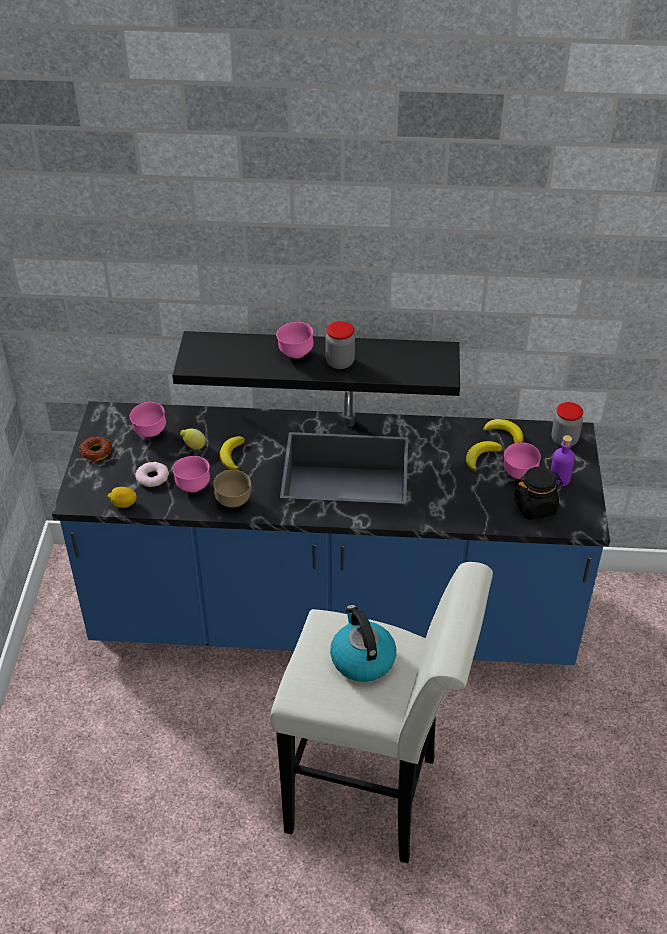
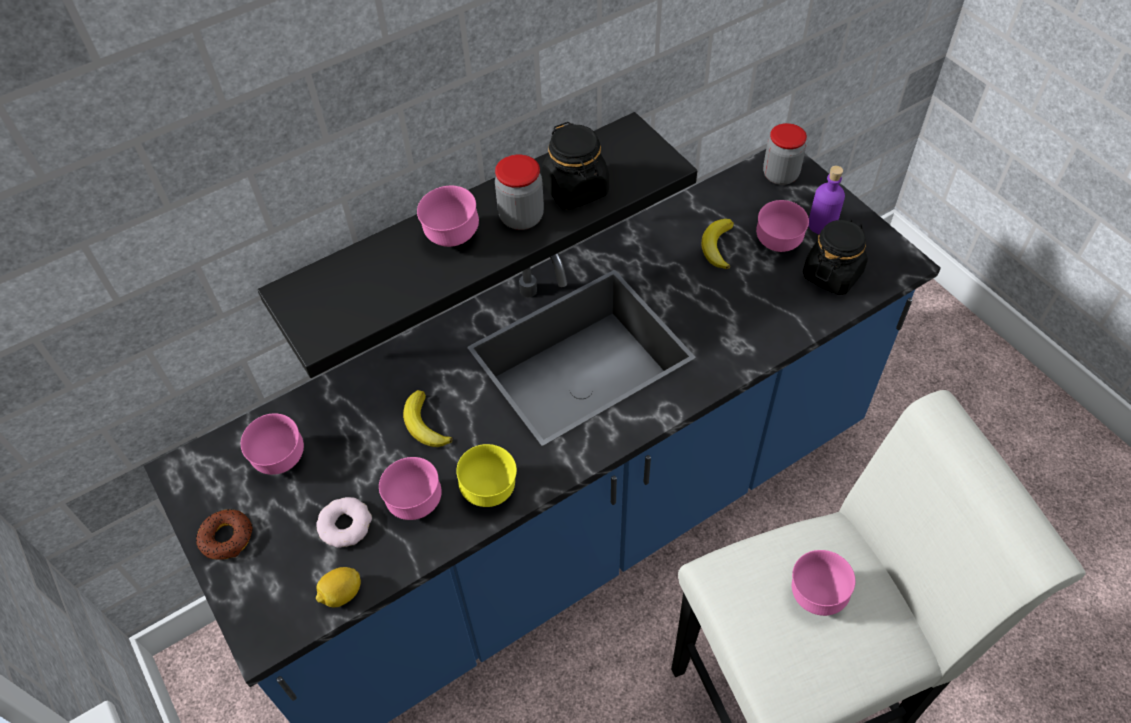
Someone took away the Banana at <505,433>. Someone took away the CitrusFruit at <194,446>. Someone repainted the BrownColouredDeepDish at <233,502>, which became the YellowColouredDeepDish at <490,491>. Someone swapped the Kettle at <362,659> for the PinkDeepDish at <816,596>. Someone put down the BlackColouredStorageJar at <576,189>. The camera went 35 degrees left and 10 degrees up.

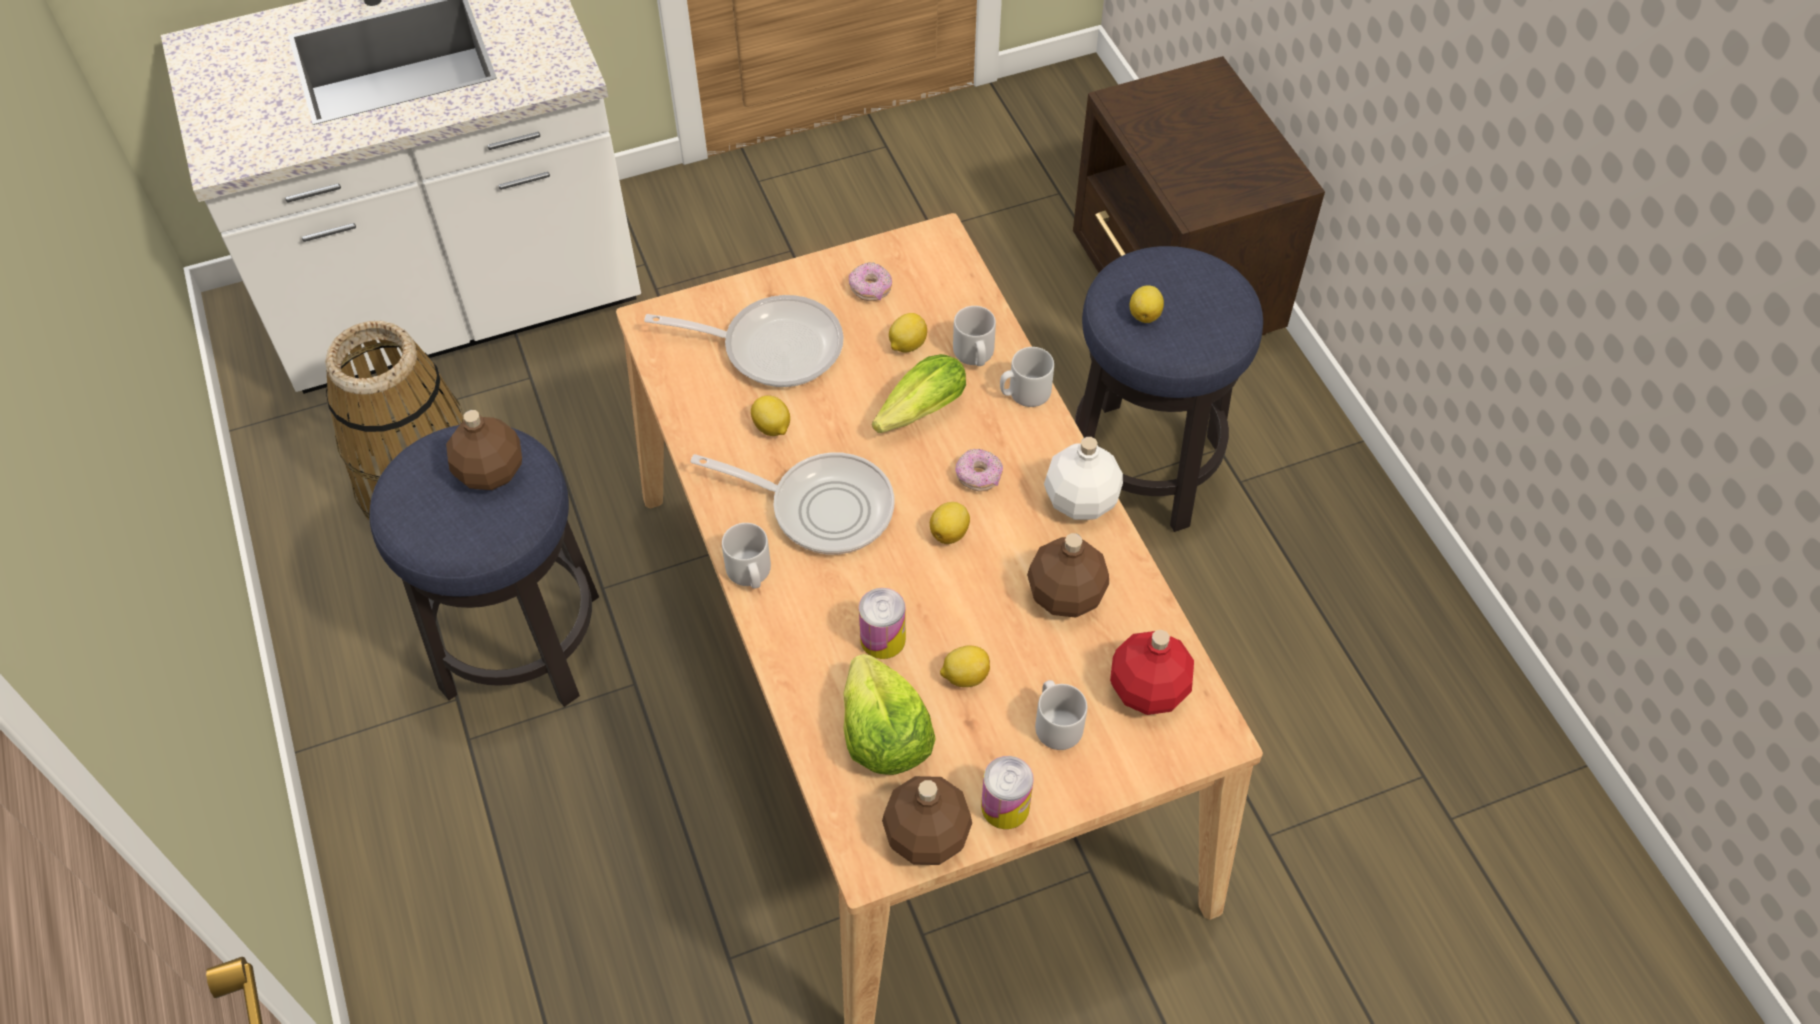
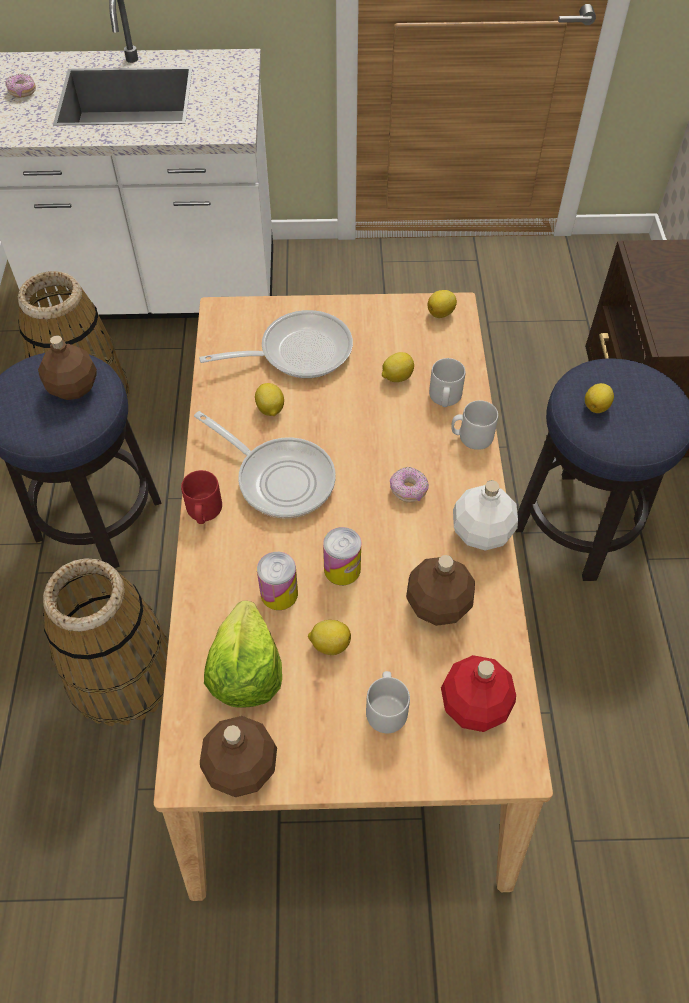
Someone carried the Donut from <870,289> to <22,92>. Someone rotated the Pan at <772,346> by 45 degrees counterclockwise. Someone took away the LettuceHead at <916,414>. Someone carried the CitrusFruit from <950,532> to <441,313>. Someone repainted the GrayCoffeeMug at <750,573>, which became the RedColouredCoffeeMug at <204,511>. Someone carried the Can from <1005,806> to <342,569>. Someone put down the Basket at <122,674>. The camera went 20 degrees right and 0 degrees up.

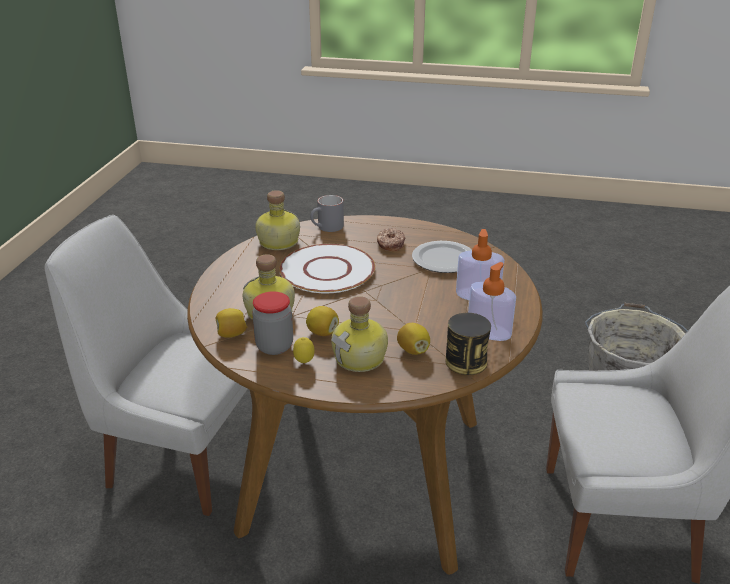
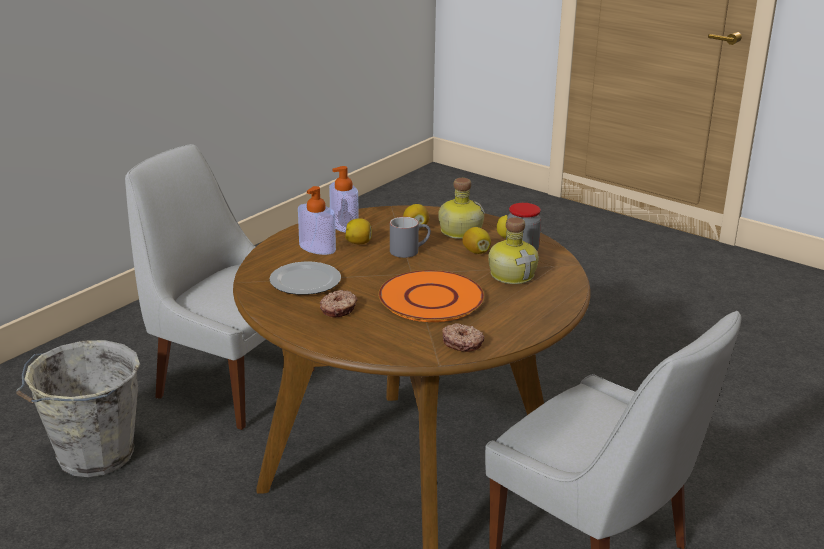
Someone swapped the DrinkBottle at <277,242> for the Donut at <462,343>. Someone carried the GrayCoffeeMug from <327,228> to <409,250>. Someone repainted the WhitishDinnerPlate at <327,271>, which became the OrangeyDinnerPlate at <431,298>. Someone carried the CitrusFruit from <231,334> to <359,243>. Someone took away the Can at <466,362>. The camera went 155 degrees left and 5 degrees down.

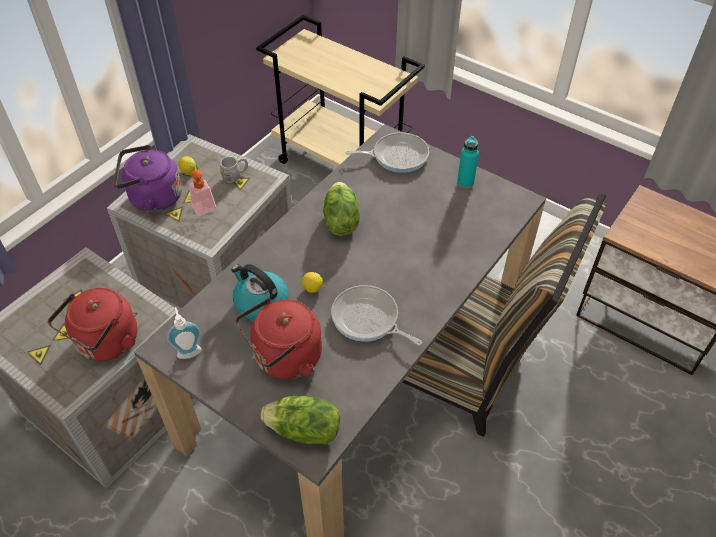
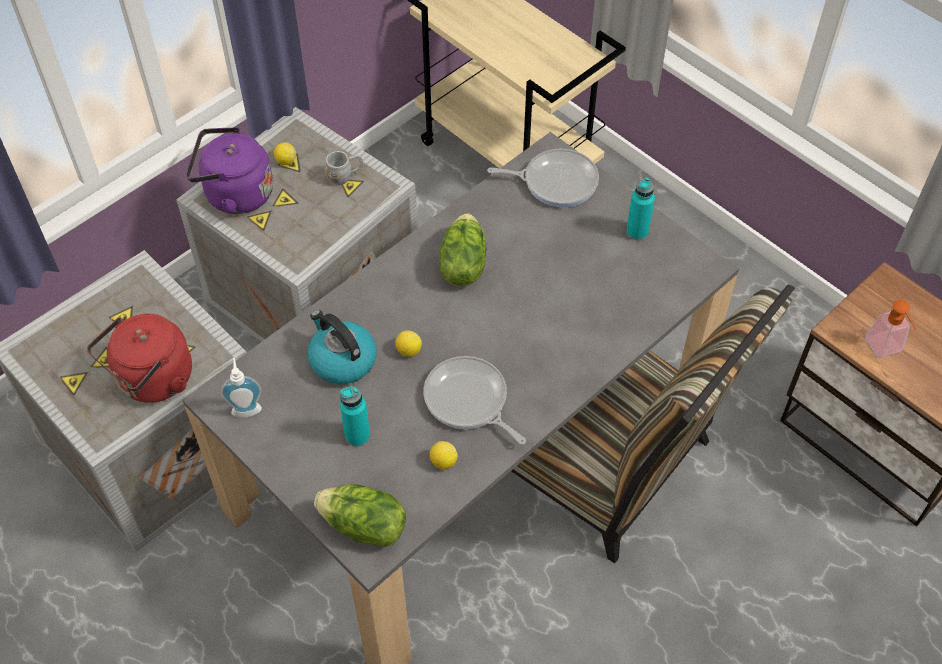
Someone carried the LiquidSoapBottle from <206,210> to <886,349>. Someone swapped the RedColouredKettle at <284,359> for the BlueGreenDrinkBottle at <357,436>. Someone put down the CitrusFruit at <443,461>. The camera went 10 degrees right and 5 degrees up.

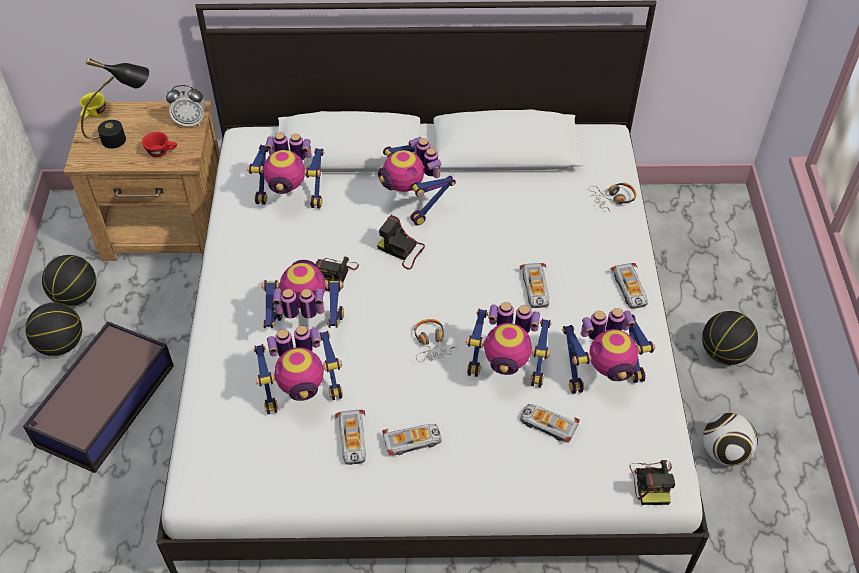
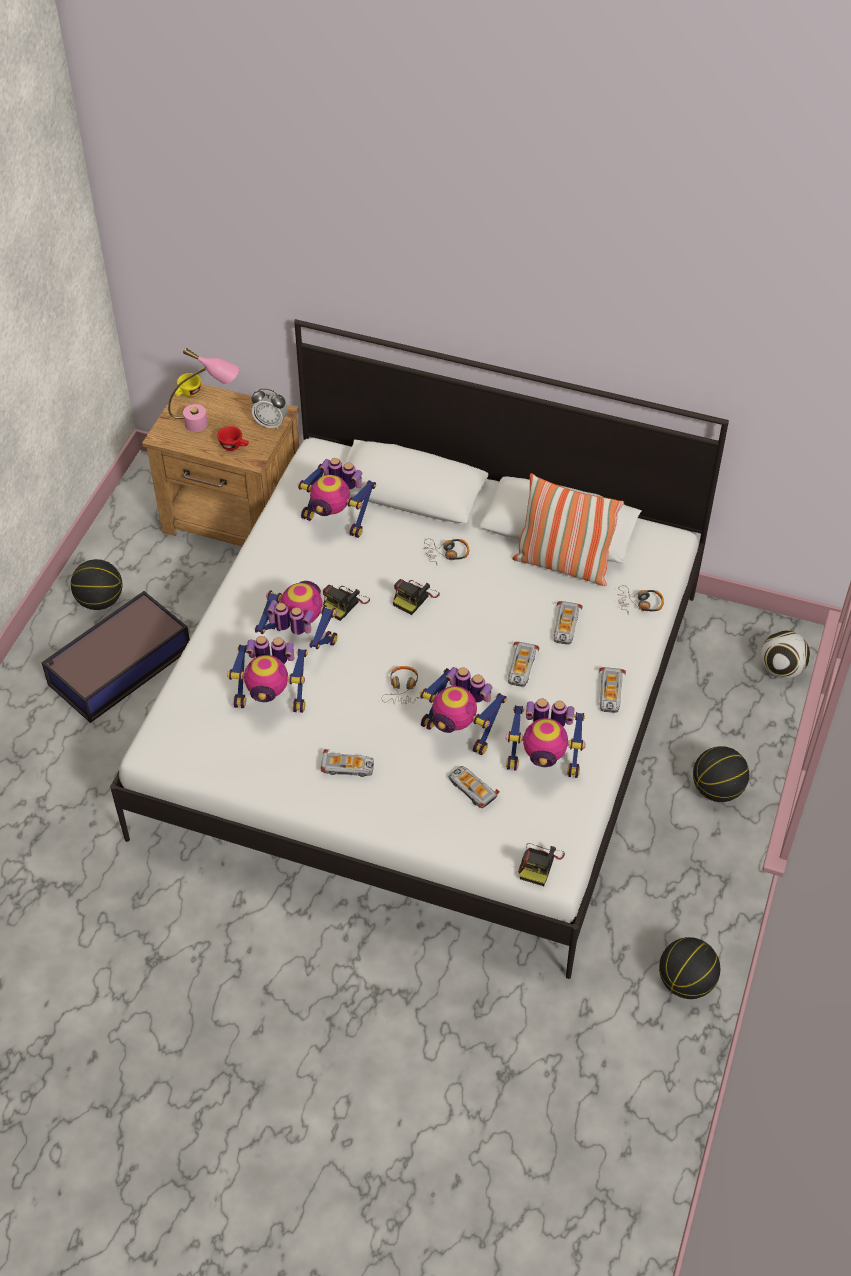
Someone repainted the BlackColouredTabletopLamp at <126,137>, which became the PinkTabletopLamp at <208,423>. Someone swapped the ToyRobot at <412,201> for the Headphones at <446,554>. Someone rotated the StillCamera at <401,250> by 105 degrees counterclockwise. Someone carried the BallForBasketball from <75,296> to <685,982>. Someone carried the ModelCar from <352,440> to <565,626>. Someone carried the Football from <724,453> to <781,669>. Someone put down the Pillow at <563,564>. The camera went 20 degrees right and 0 degrees up.

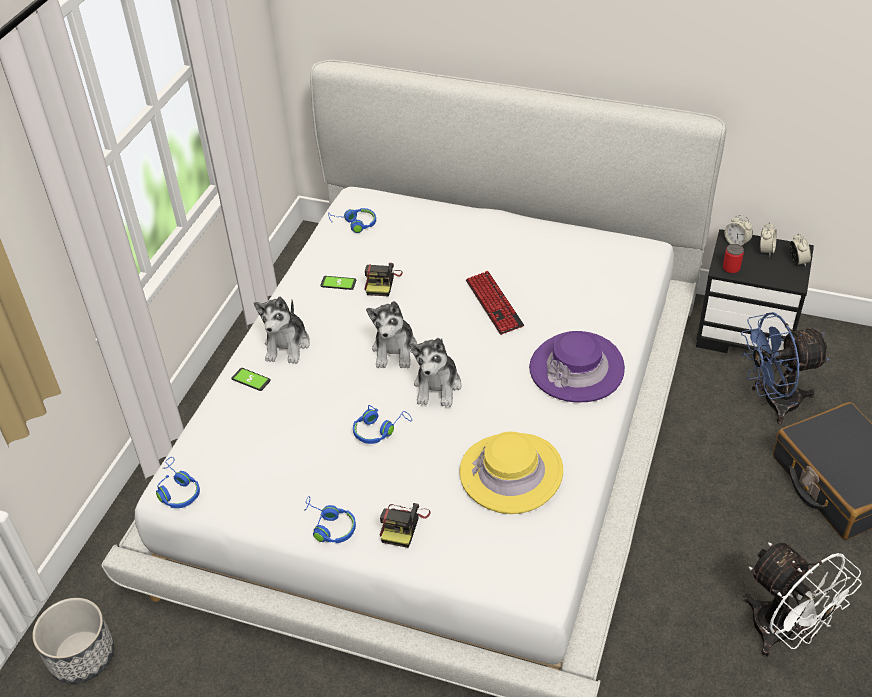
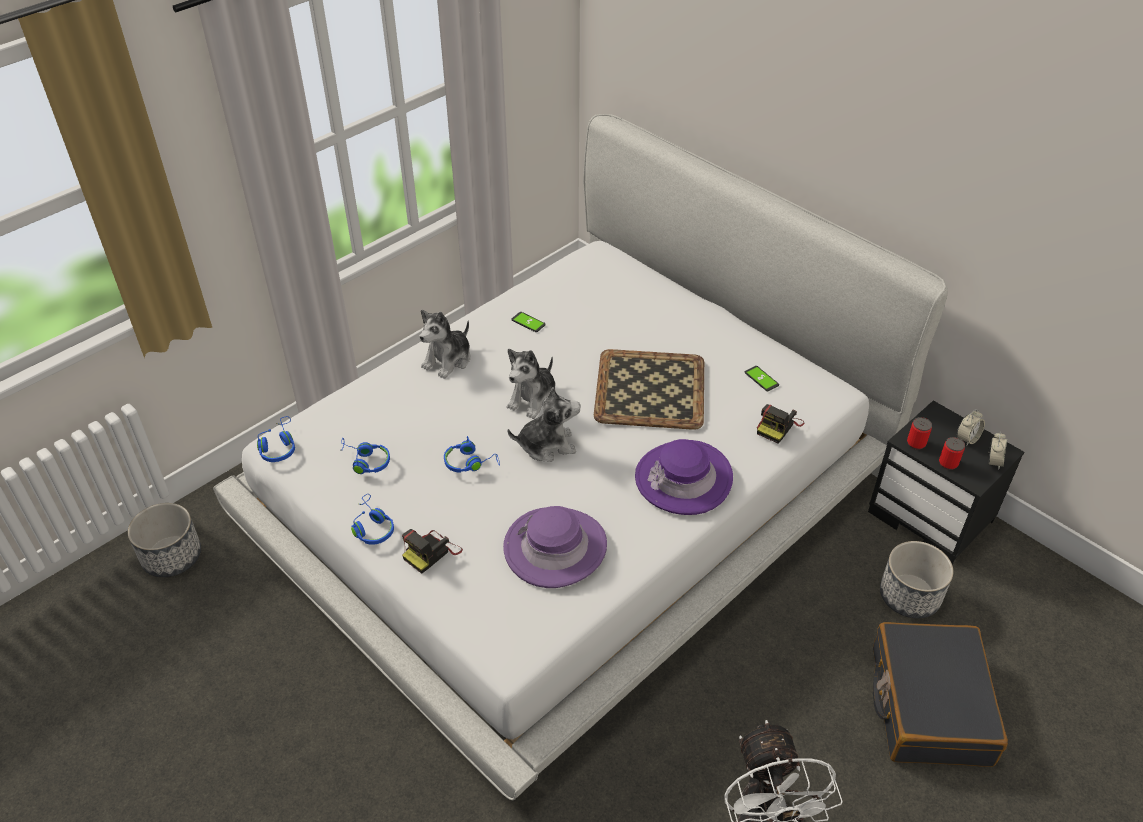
Someone carried the BluishHeadphones from <354,224> to <365,461>. Someone took away the BedsideClock at <736,243>. Someone carried the StillCamera from <382,282> to <778,426>. Someone swapped the Keyboard at <494,304> for the CarryingTray at <651,390>. Someone swapped the BluishCoolingFan at <772,402> for the FlowerPot at <910,596>. Someone rotated the CuddlyToy at <438,386> by 135 degrees counterclockwise. Someone carried the Phone from <251,380> to <761,379>. Someone repainted the YellowColouredHat at <511,473>, which became the PurpleColouredHat at <555,547>. Someone put down the Can at <948,463>. The camera went 25 degrees right and 0 degrees up.

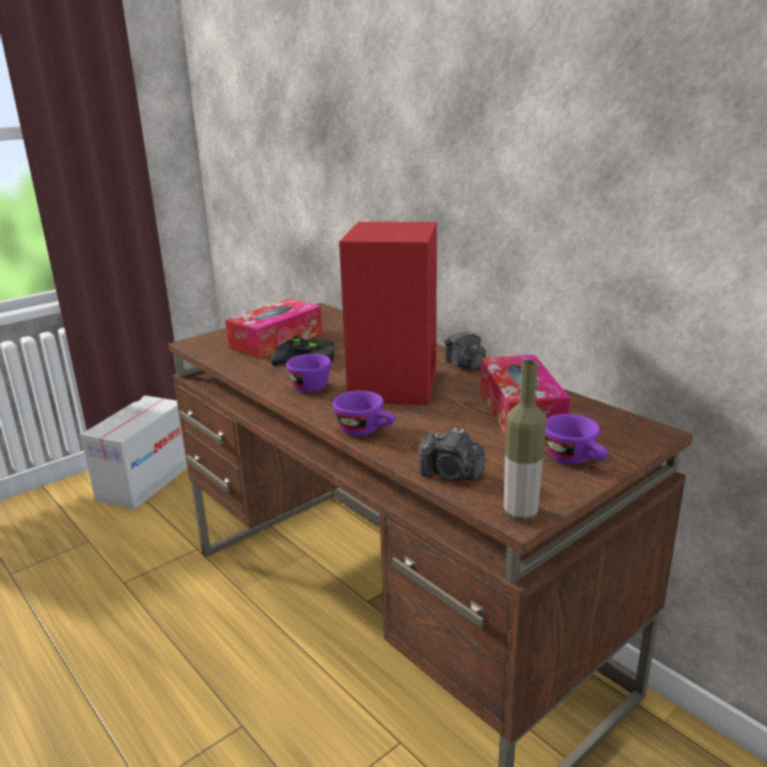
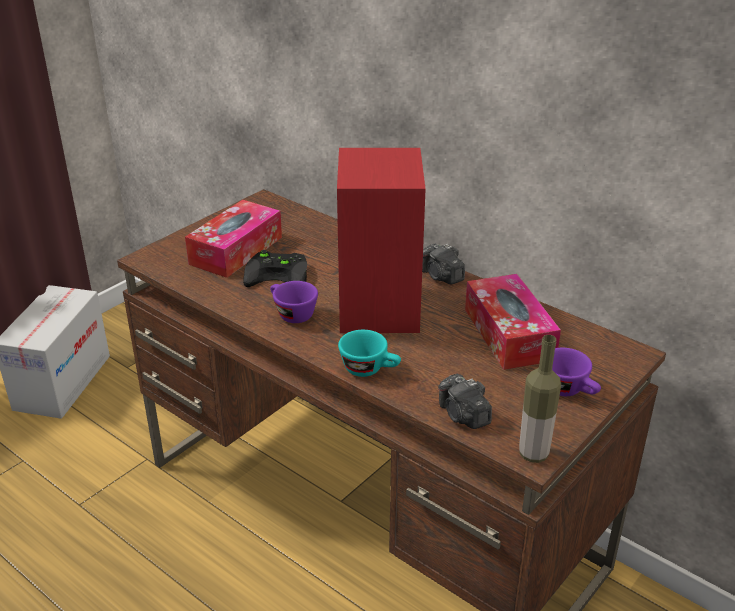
Someone repainted the PurpleColouredSmallCup at <366,431>, which became the BlueGreenSmallCup at <370,369>. Someone rotated the StillCamera at <451,474> by 45 degrees clockwise. The camera went 10 degrees left and 10 degrees up.

